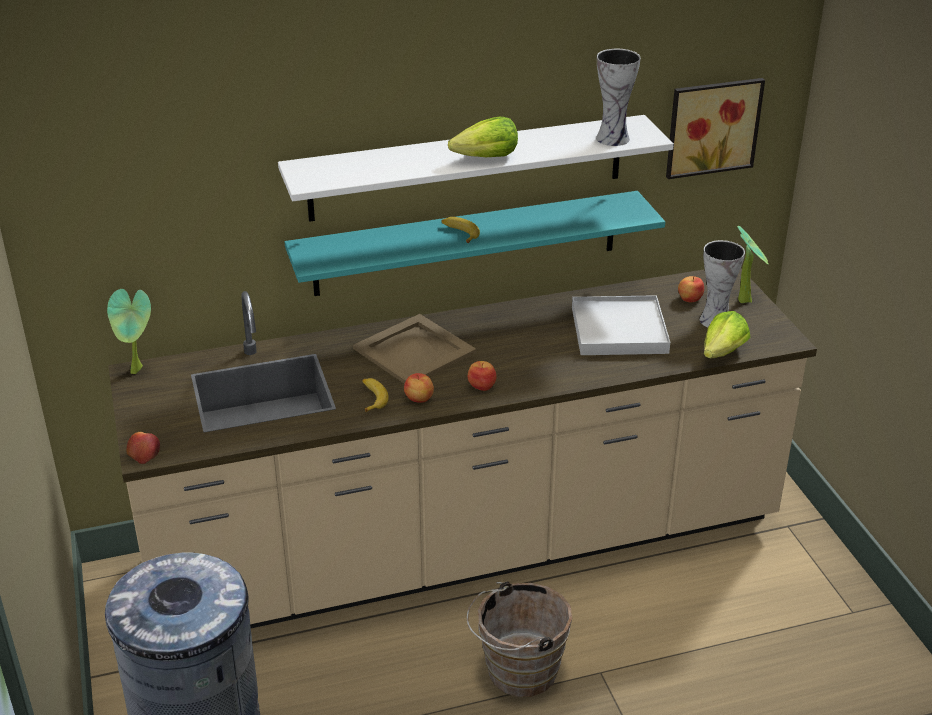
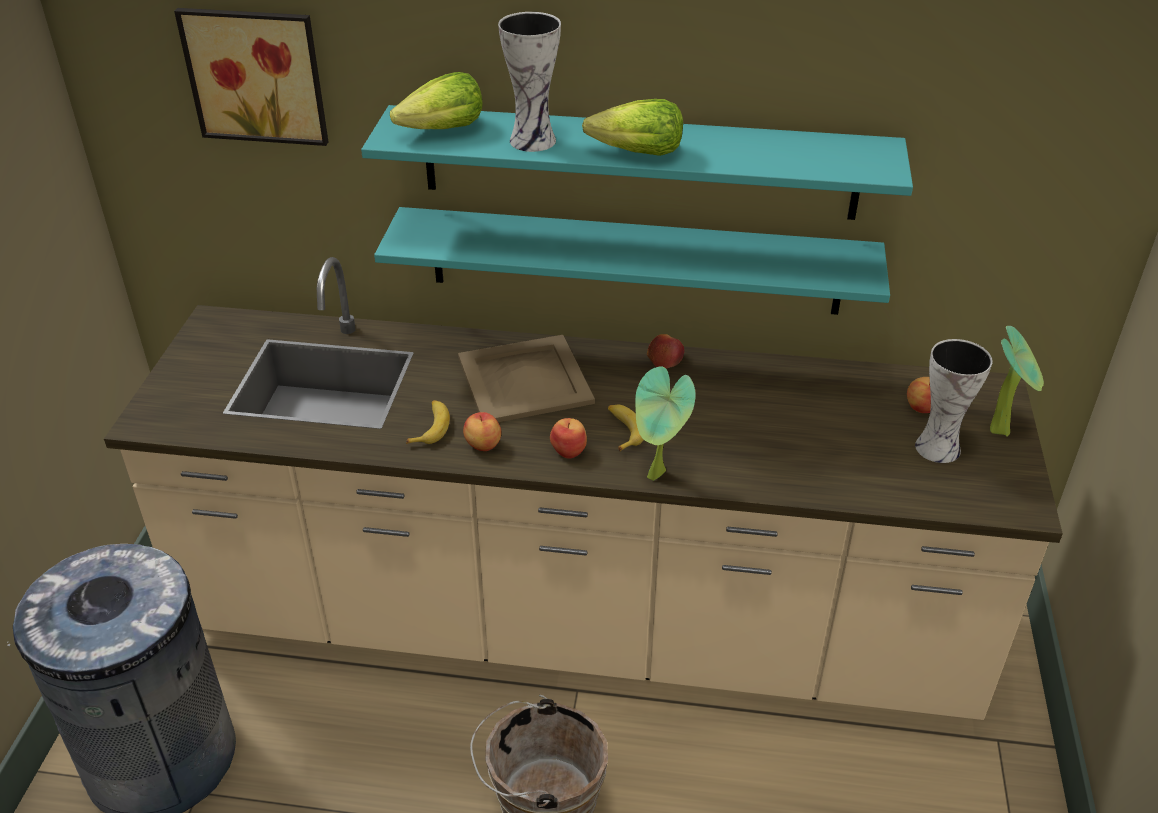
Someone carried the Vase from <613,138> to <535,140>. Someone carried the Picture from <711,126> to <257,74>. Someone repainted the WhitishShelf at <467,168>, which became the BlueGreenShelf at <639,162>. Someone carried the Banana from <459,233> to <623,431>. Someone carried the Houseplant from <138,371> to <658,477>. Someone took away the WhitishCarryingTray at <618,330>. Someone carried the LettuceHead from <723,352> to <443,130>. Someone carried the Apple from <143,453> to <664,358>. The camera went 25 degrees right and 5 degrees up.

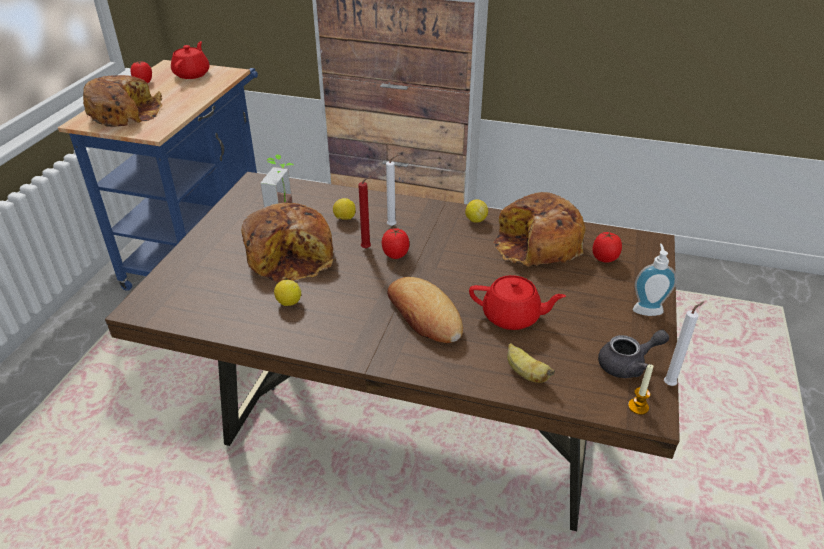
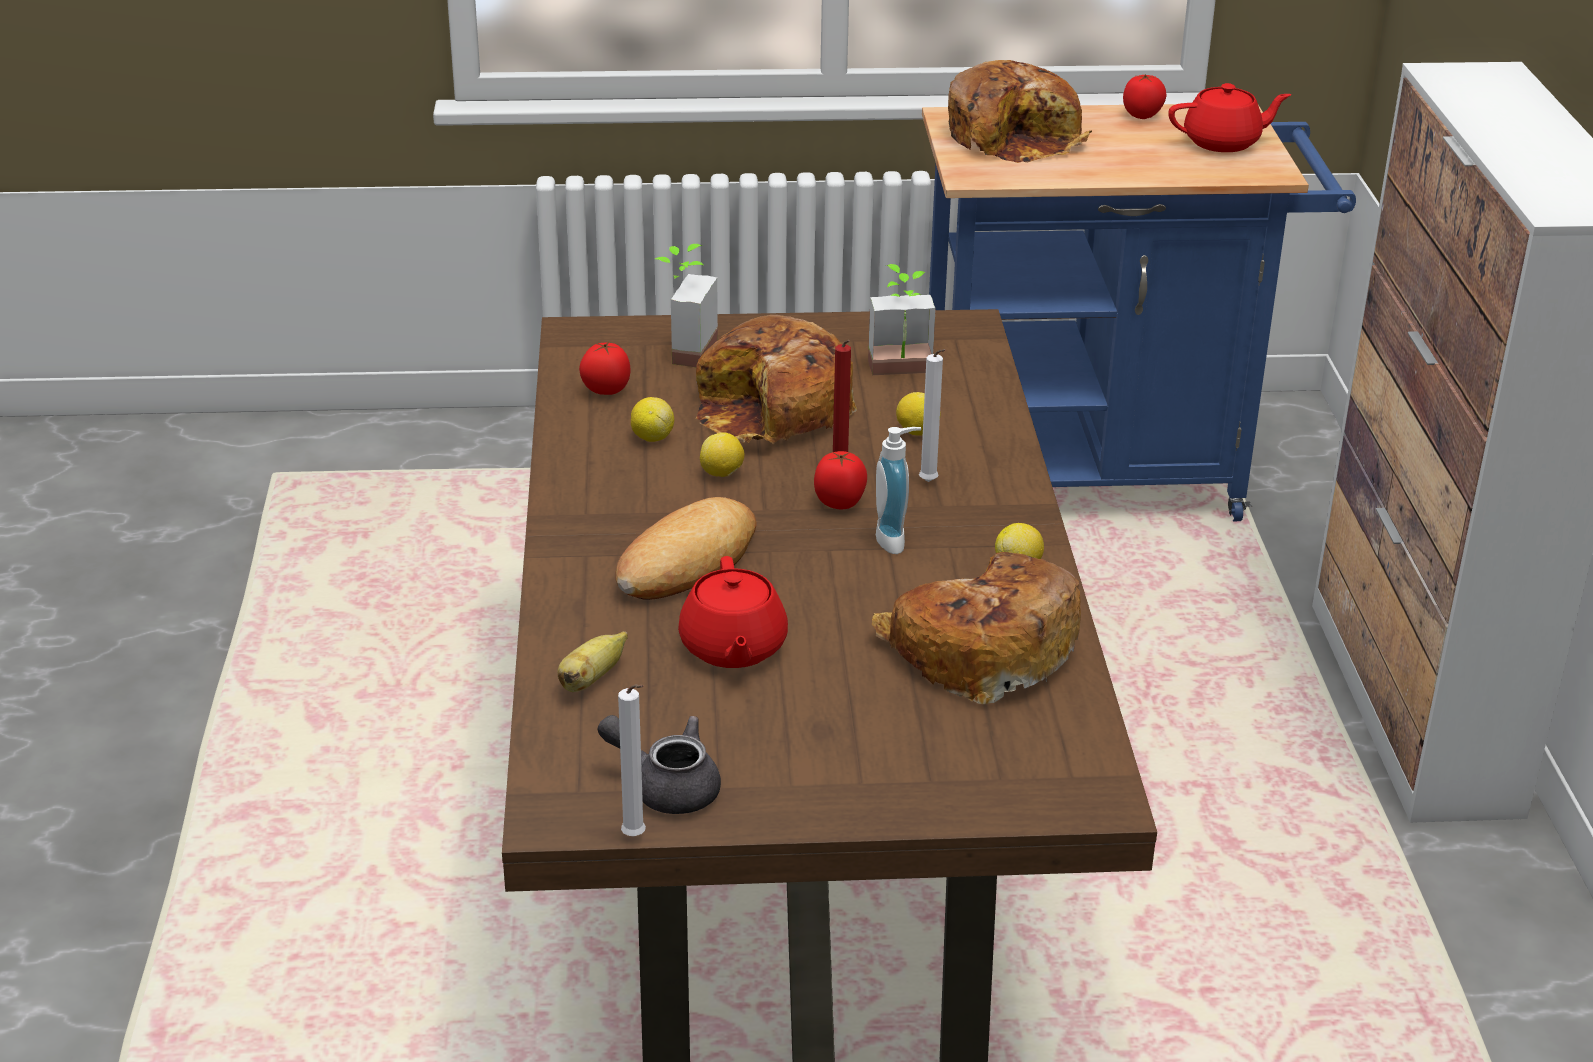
Someone carried the WholeTomato from <604,259> to <605,391>. Someone carried the LiquidSoapBottle from <647,309> to <896,540>. Someone rotated the GrayTeapot at <628,364> by 150 degrees clockwise. Someone took away the WaxCandle at <638,407>. Someone put down the Houseplant at <682,350>. Someone put down the CitrusFruit at <722,474>. The camera went 70 degrees right and 5 degrees down.

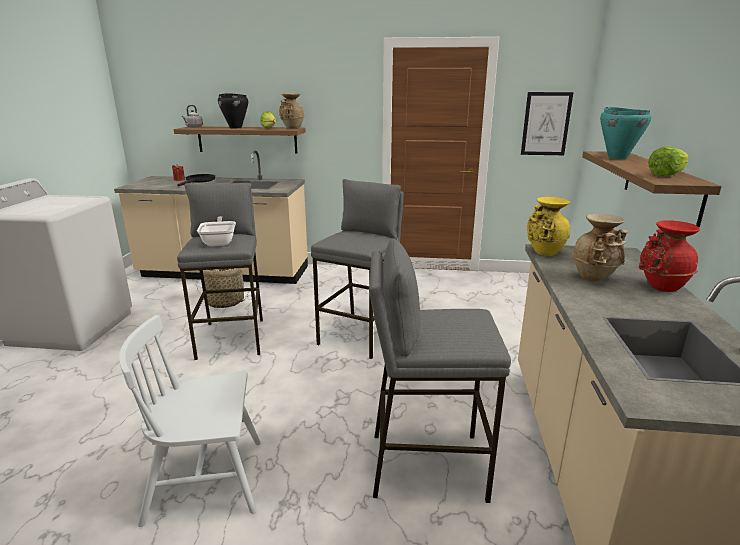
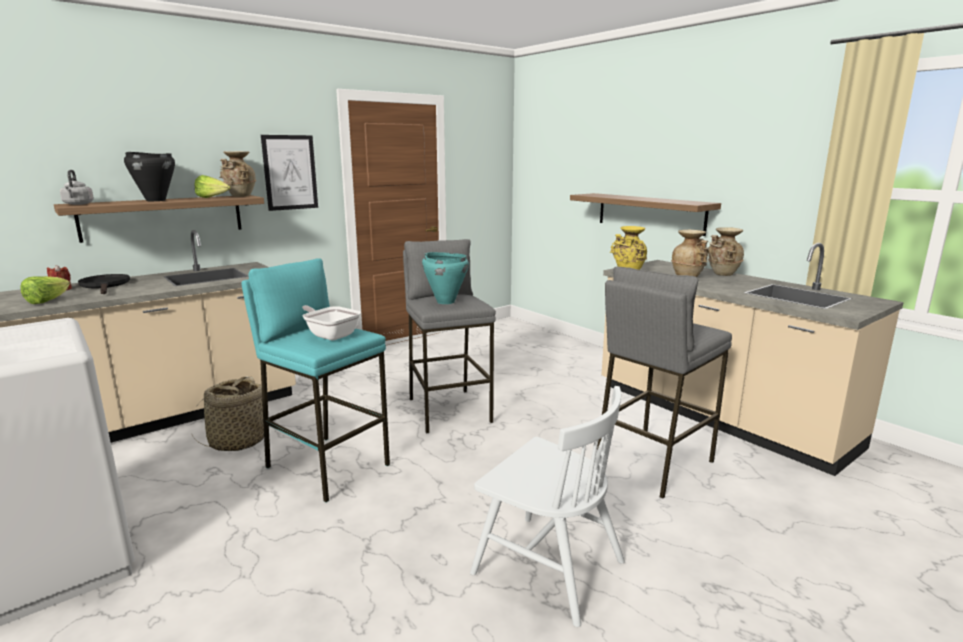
Someone carried the Picture from <546,124> to <290,172>. Someone carried the BlueGreenSaucepot from <617,157> to <445,302>. Someone carried the LettuceHead from <666,175> to <47,301>. Someone repainted the GraySittingStool at <232,338>, which became the BlueGreenSittingStool at <327,466>. Someone repainted the RedColouredVase at <660,287>, which became the BeigeVase at <722,274>. Someone rotated the WhitishUprightChair at <206,480> by 90 degrees counterclockwise. The camera went 45 degrees left and 5 degrees down.

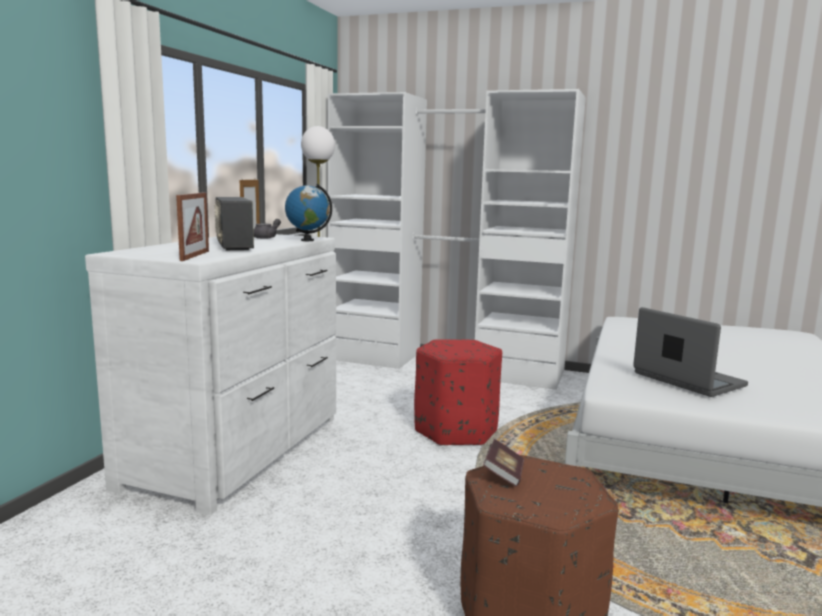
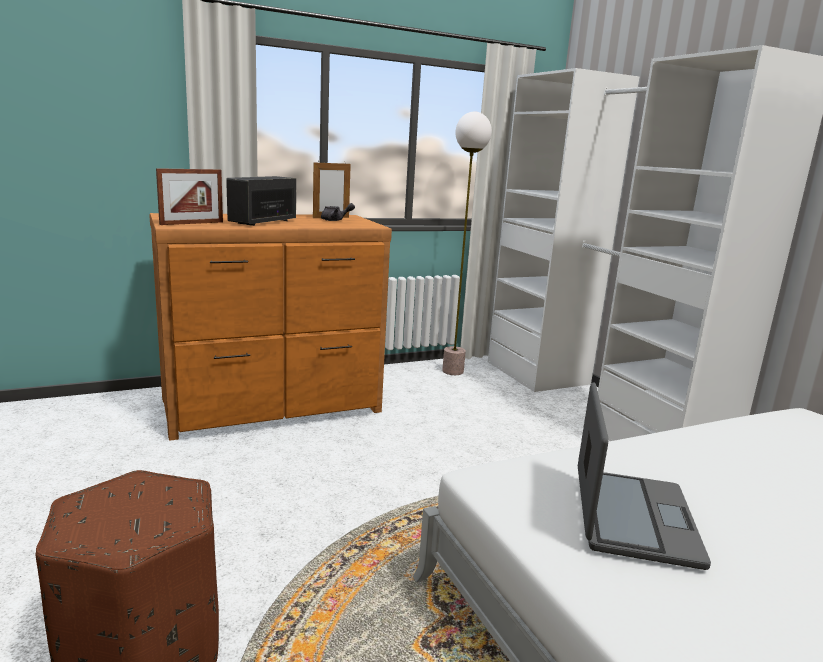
Someone took away the Globe at <307,240>. Someone repainted the WhitishDrawerChest at <239,450>, which became the BrownColouredDrawerChest at <273,406>. Someone took away the RedColouredFootrest at <456,431>. Someone took away the Volume at <504,474>. The camera went 45 degrees right and 5 degrees up.

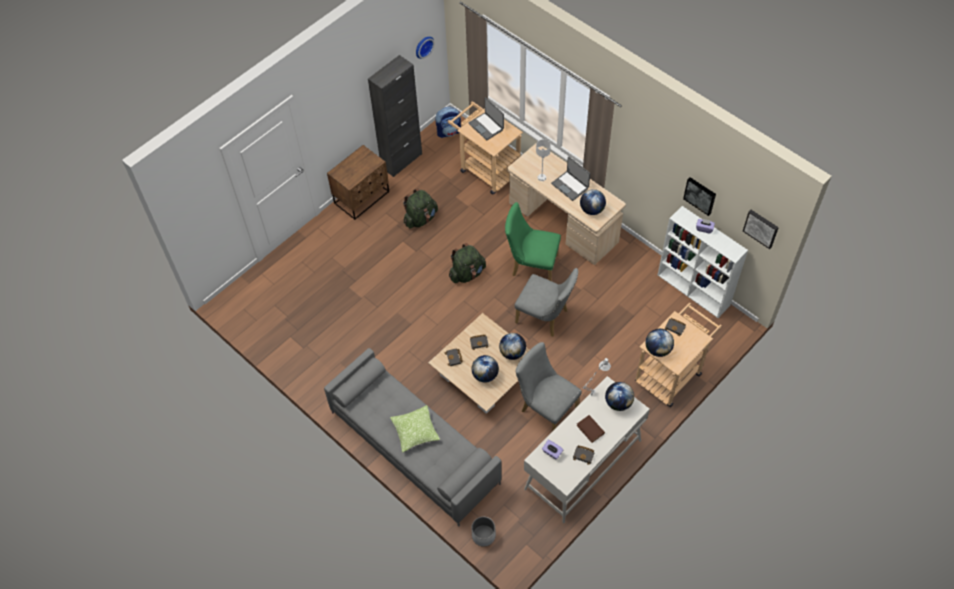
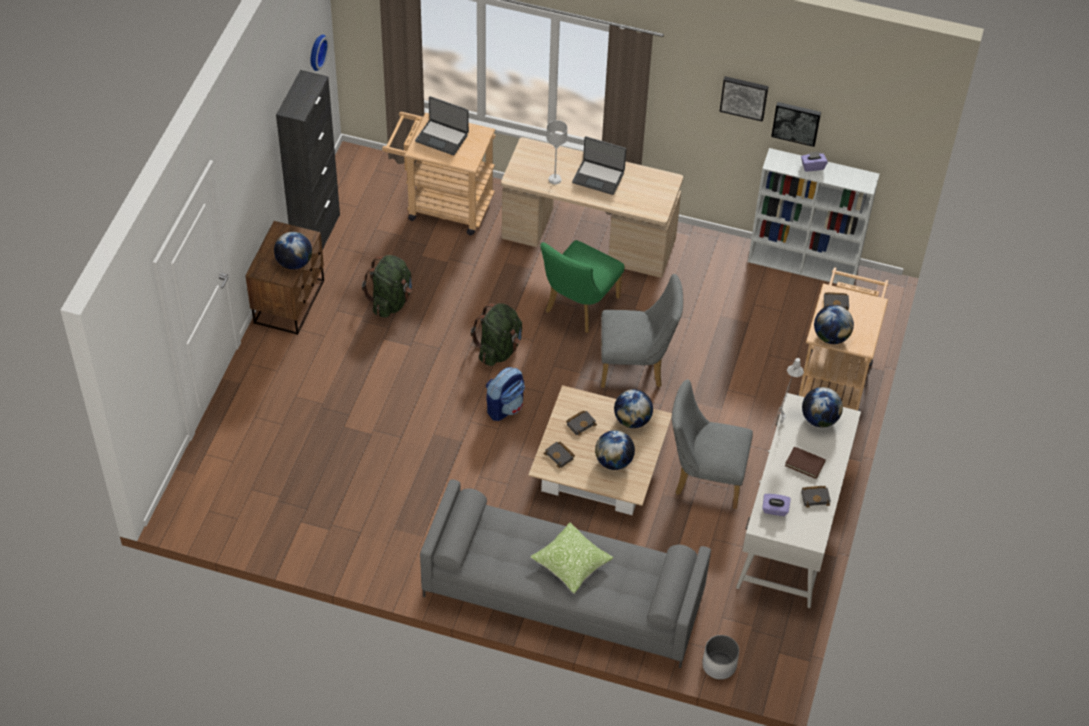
Someone carried the Backpack from <449,131> to <505,407>. Someone carried the Globe from <592,210> to <294,262>. Someone rotated the GreenUprightChair at <531,265> by 45 degrees counterclockwise. Someone carried the Picture from <761,228> to <744,97>. The camera went 30 degrees left and 5 degrees down.

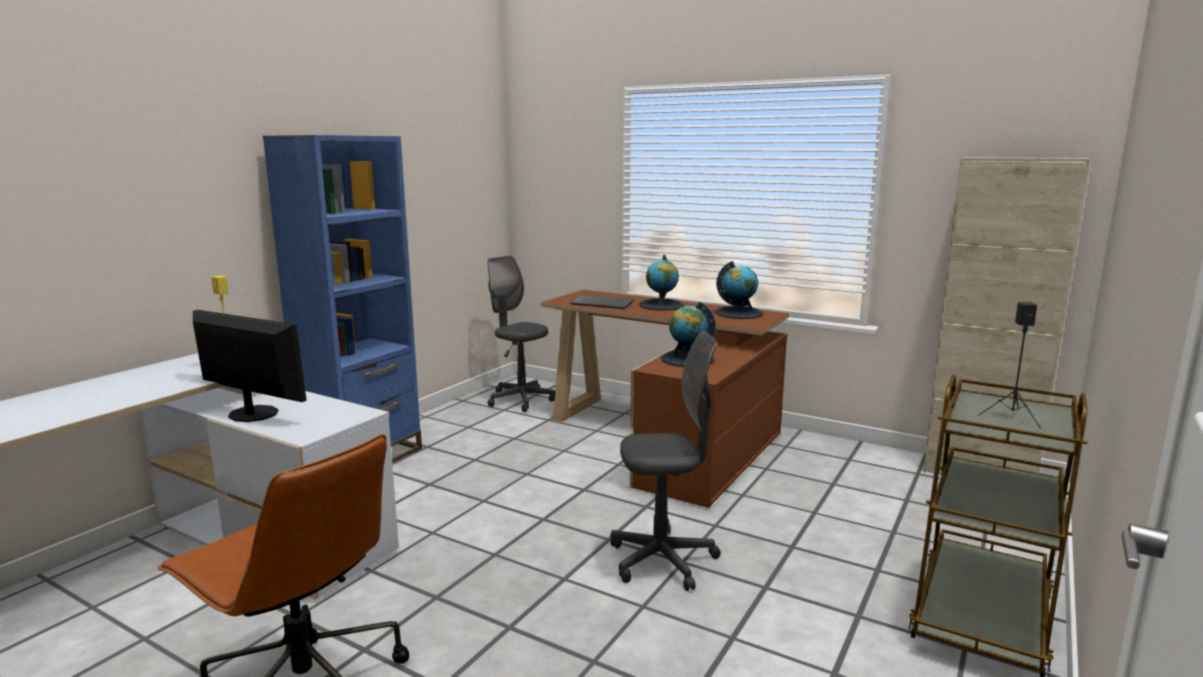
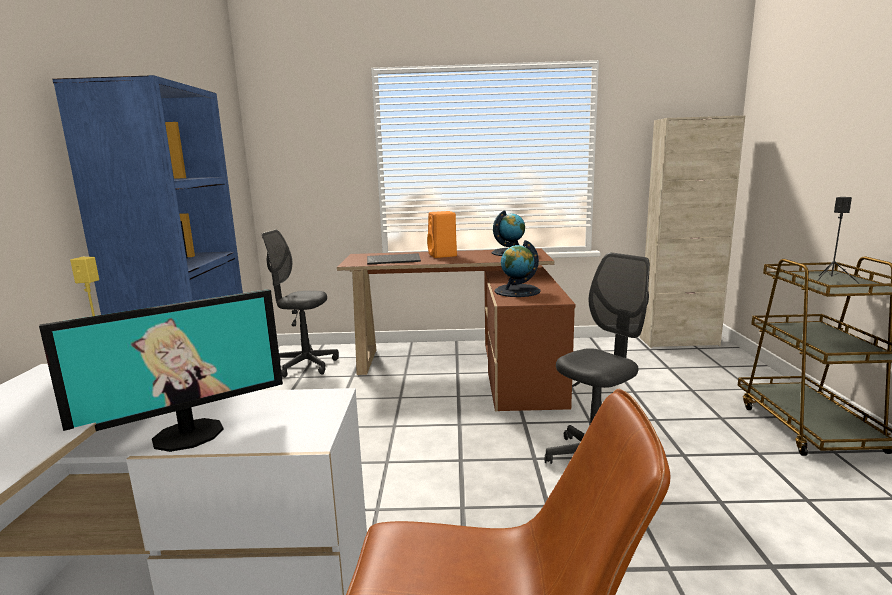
Someone swapped the Globe at <661,305> for the OrangeySpeaker at <443,255>. Someone rotated the ComputerScreen at <252,414> by 150 degrees clockwise. The camera went 30 degrees left and 0 degrees up.

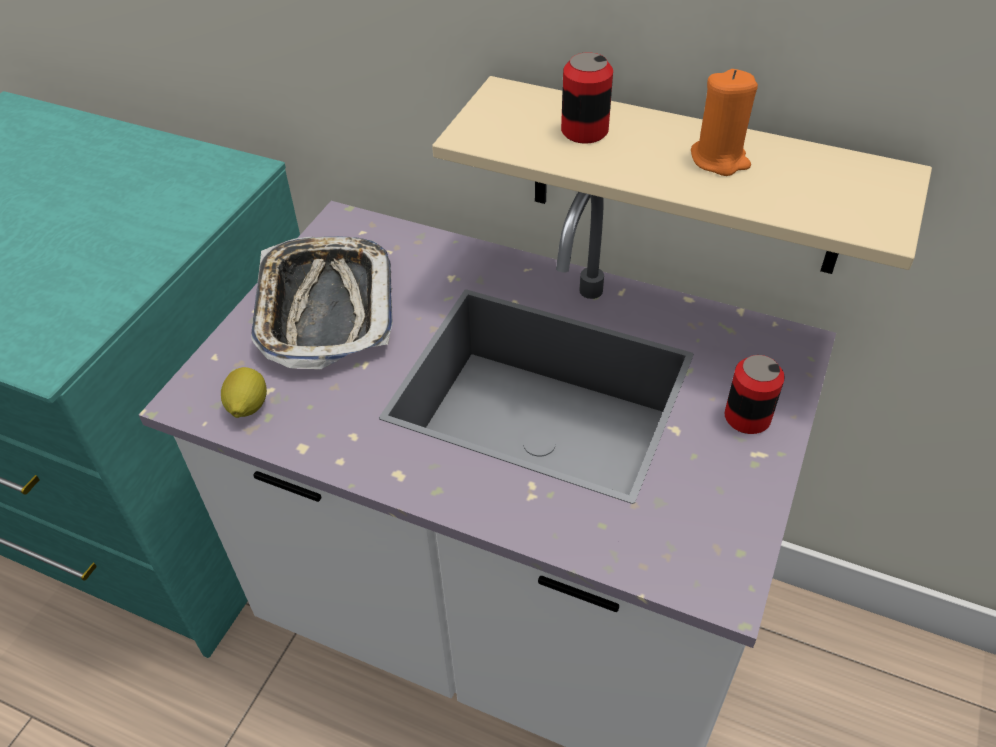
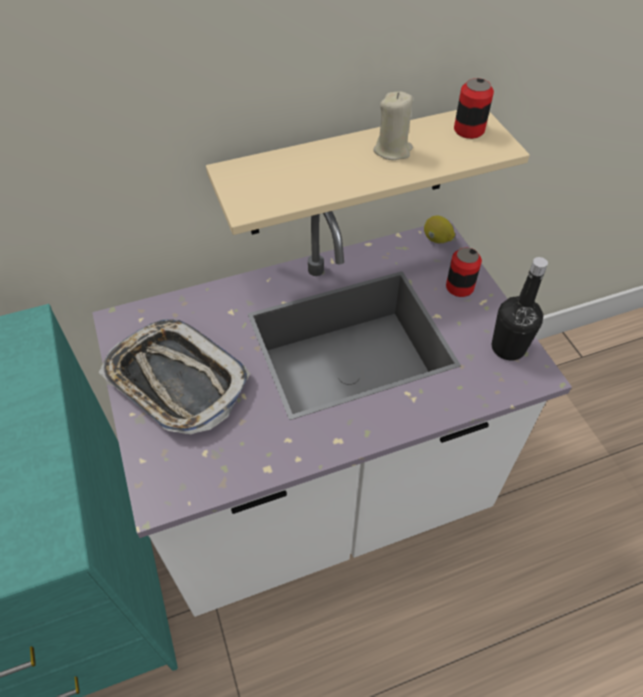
Someone carried the Can from <584,131> to <469,130>. Someone repainted the OrangeyWaxCandle at <719,159>, which became the BeigeWaxCandle at <393,150>. Someone carried the CitrusFruit from <247,407> to <437,239>. Someone put down the BlackColouredDrinkBottle at <508,348>. The camera went 45 degrees left and 5 degrees up.

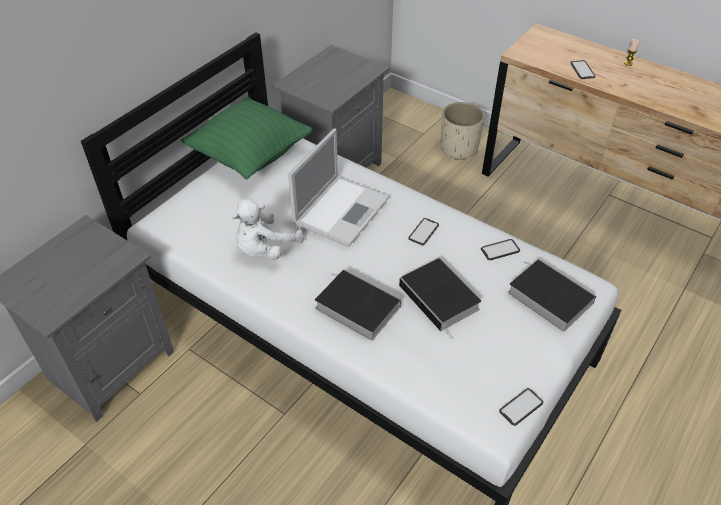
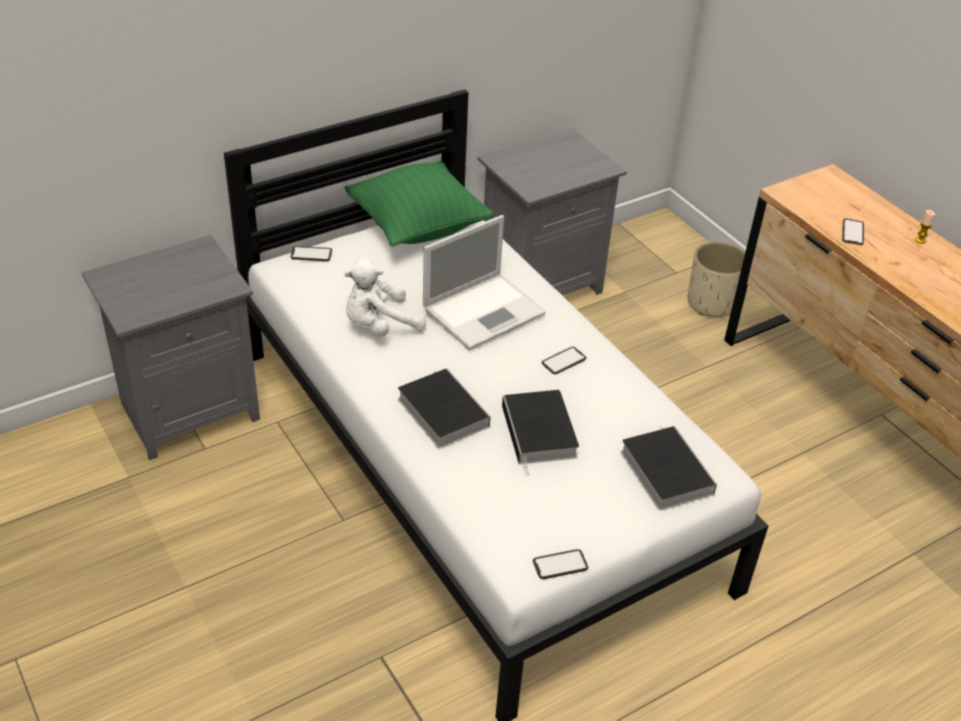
Someone carried the Phone from <500,250> to <311,254>. The camera went 20 degrees right and 5 degrees down.

